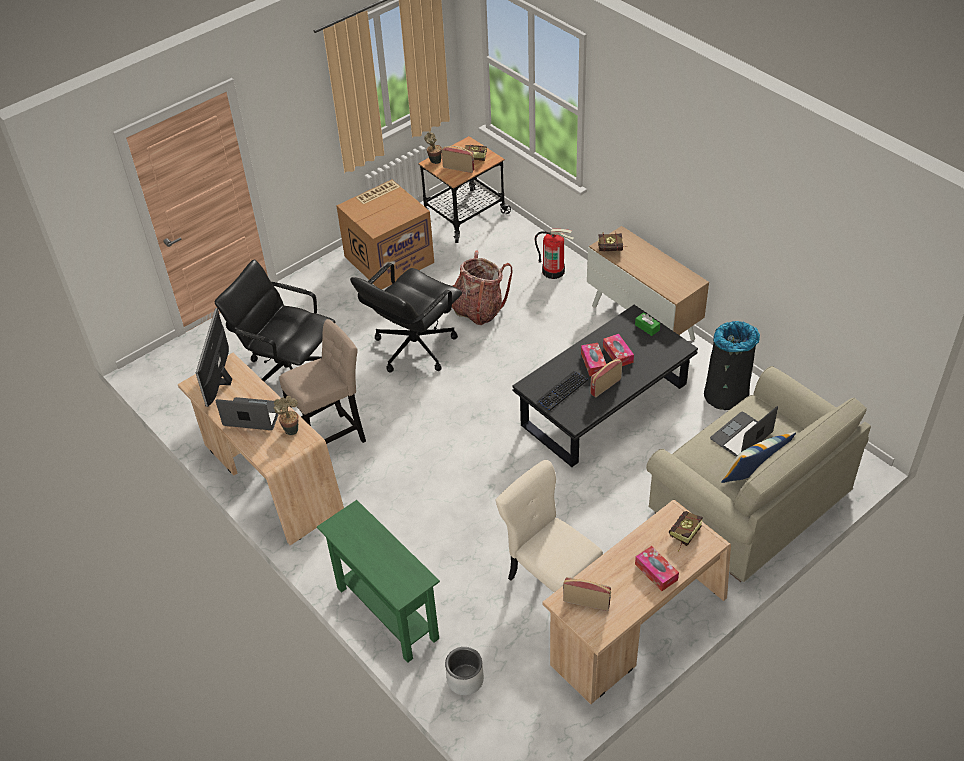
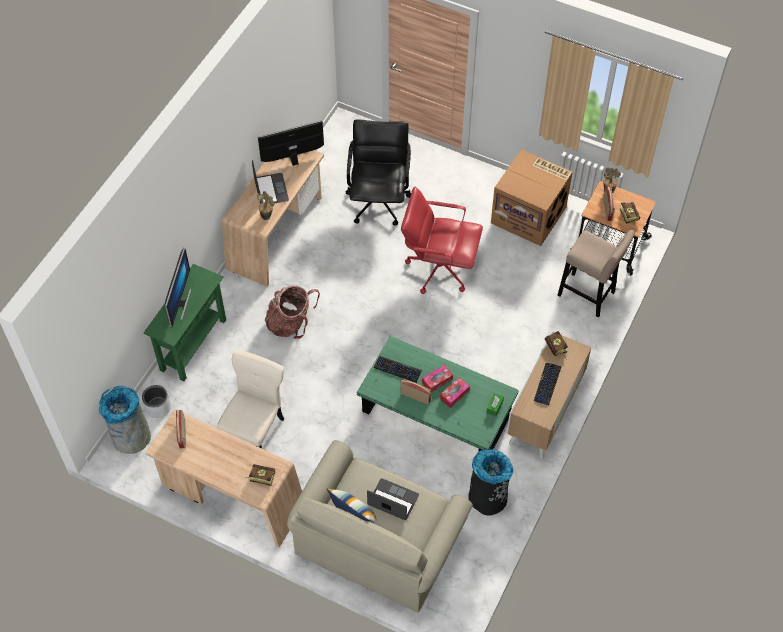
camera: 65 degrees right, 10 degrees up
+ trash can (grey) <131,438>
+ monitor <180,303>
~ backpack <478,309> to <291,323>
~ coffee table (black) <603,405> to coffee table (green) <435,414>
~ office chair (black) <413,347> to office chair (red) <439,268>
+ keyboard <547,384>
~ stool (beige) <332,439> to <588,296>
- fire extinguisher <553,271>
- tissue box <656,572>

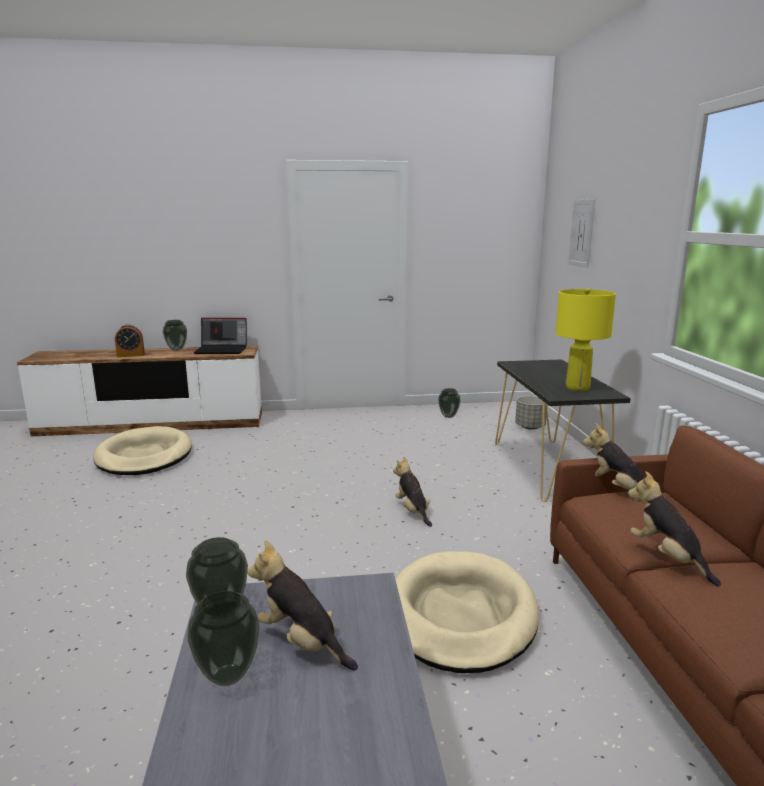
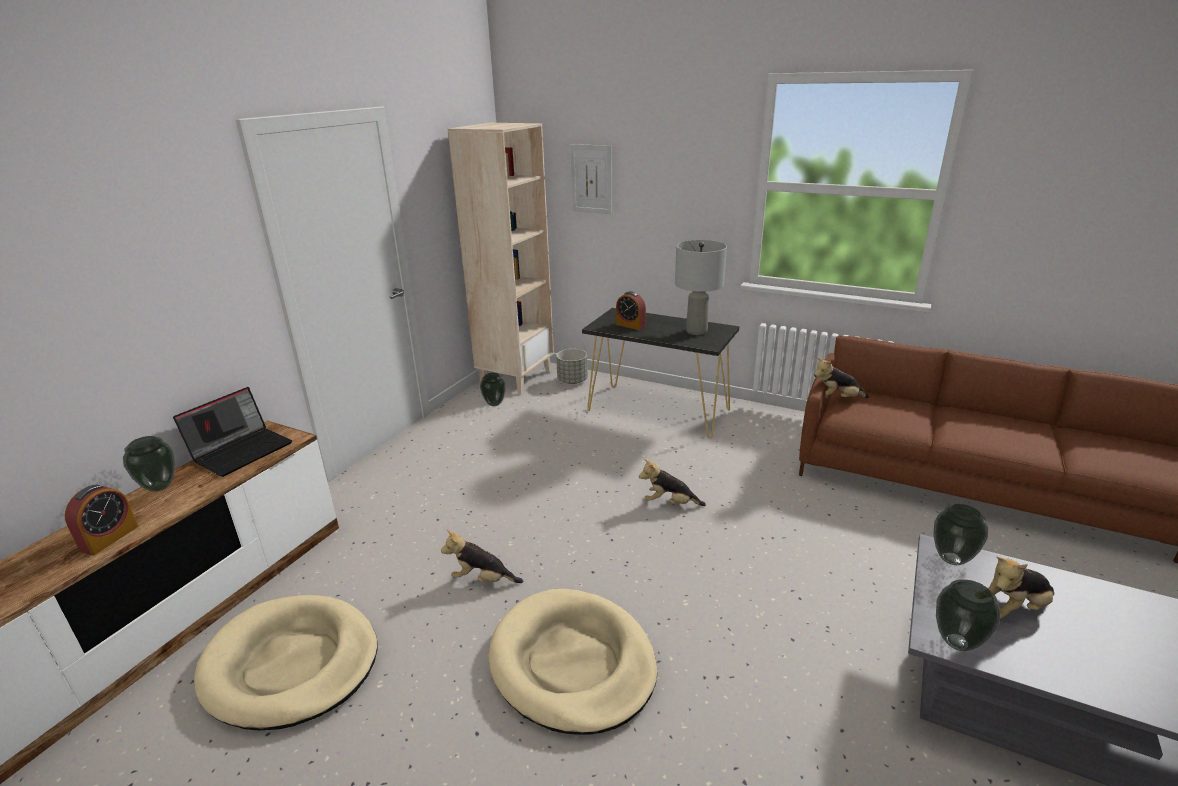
camera: 55 degrees left, 10 degrees up
~ plush toy <667,557> to <482,579>
+ bookcase (beige) <516,378>
~ dog bed (beige) <460,615> to <572,663>
+ alarm clock <630,325>
~ table lamp (yellow) <578,387> to table lamp (grey) <696,331>
~ vase <229,675> to <951,558>

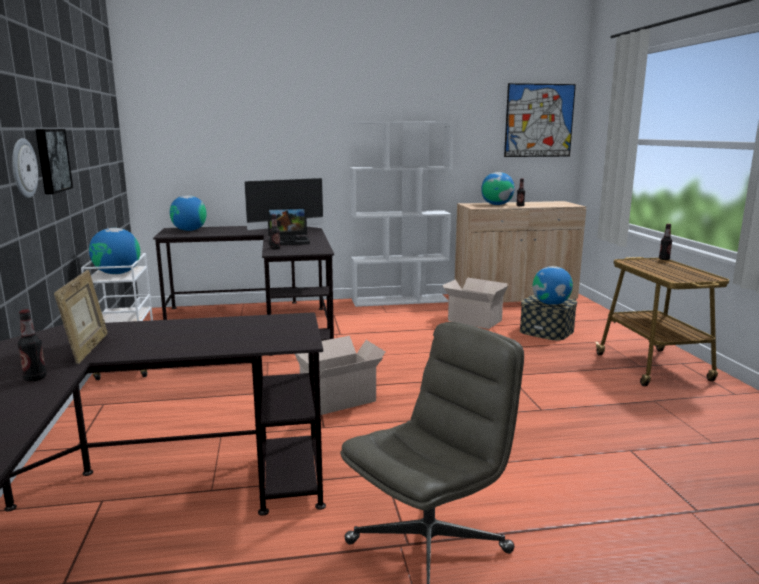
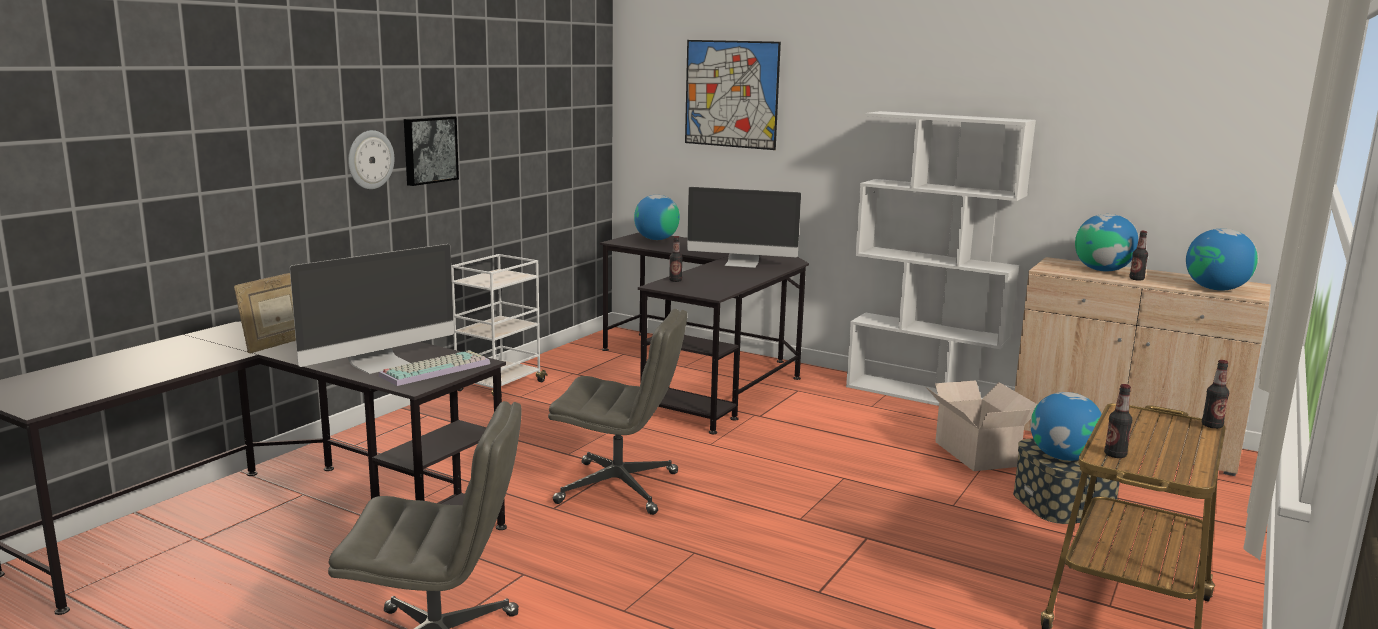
camera: 40 degrees right, 0 degrees up
+ monitor <381,363>
+ keyboard <436,369>
~ cardboard box <340,399> to office chair (grey) <619,488>
~ picture <539,120> to <731,94>
~ bottle <35,378> to <1115,455>
~ globe <117,273> to <1216,289>
- laptop <289,241>

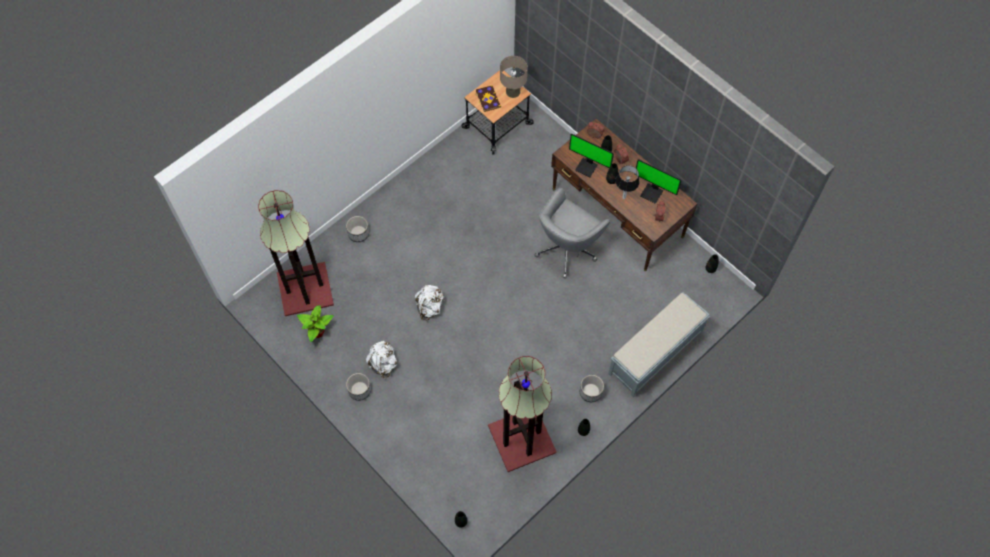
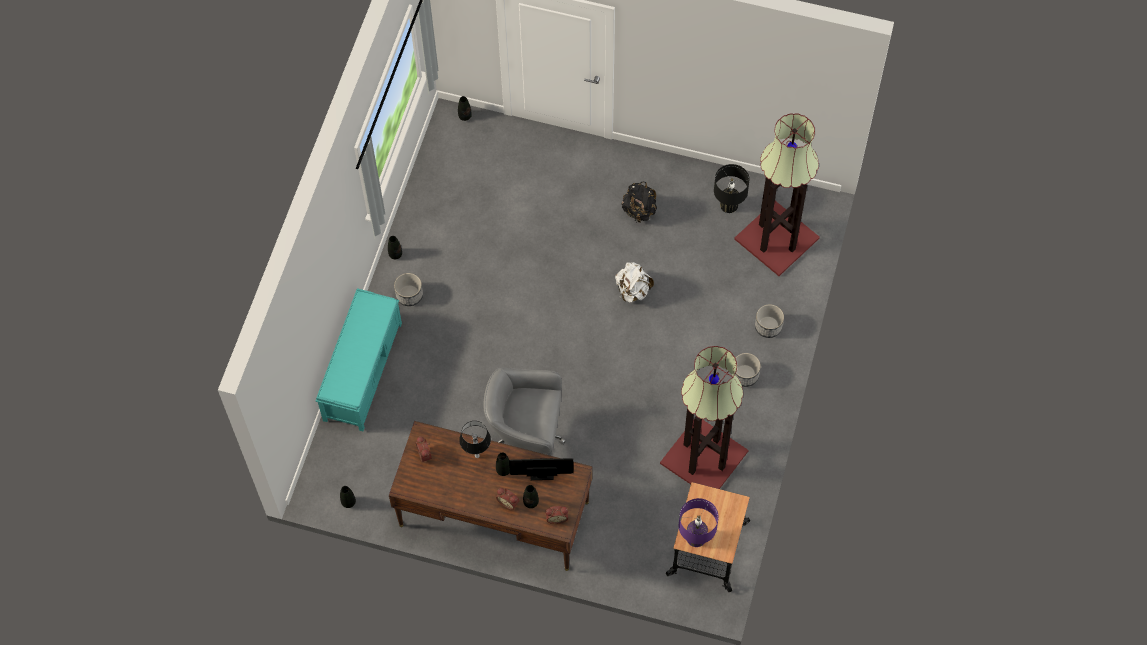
camera: 150 degrees right, 0 degrees up
~ bench (grey) <654,353> to bench (turquoise) <363,370>
~ office chair (grey) <567,248> = <526,437> 90 degrees counterclockwise
~ backpack (white) <383,363> to backpack (black) <639,210>
~ floor lamp <522,438> to <704,458>
~ table lamp (beige) <513,92> to table lamp (purple) <696,537>
~ potted plant <318,332> to table lamp (black) <729,205>
~ planter <359,390> to <744,375>
- book <487,99>
- monitor <652,193>

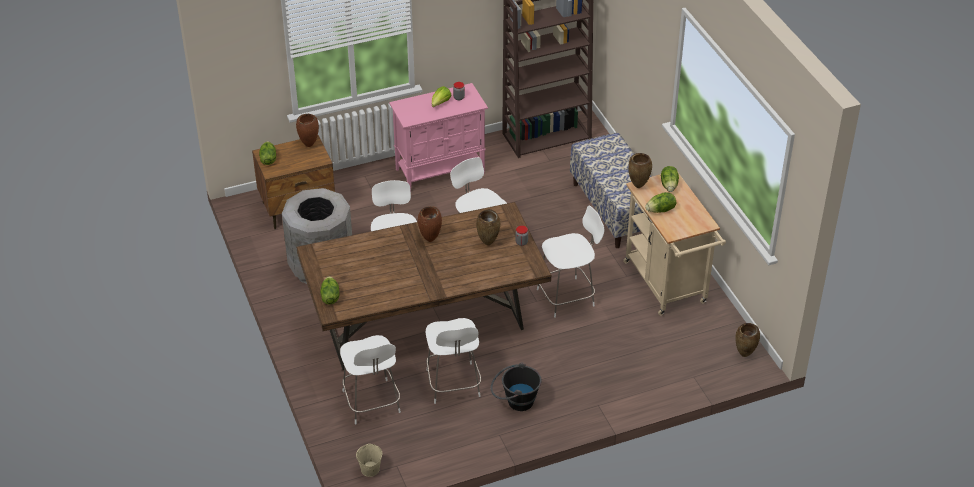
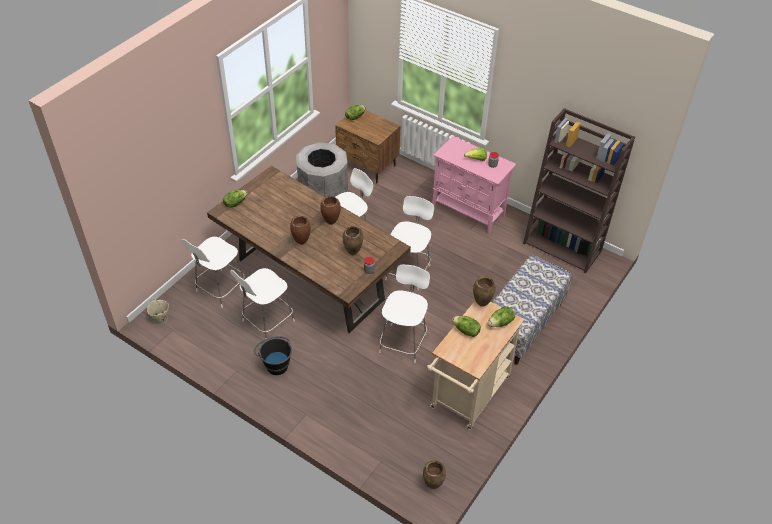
camera: 55 degrees right, 5 degrees up
~ vase (brown) <309,145> to <301,243>
~ chair (white) <567,297> = <403,341> 105 degrees counterclockwise

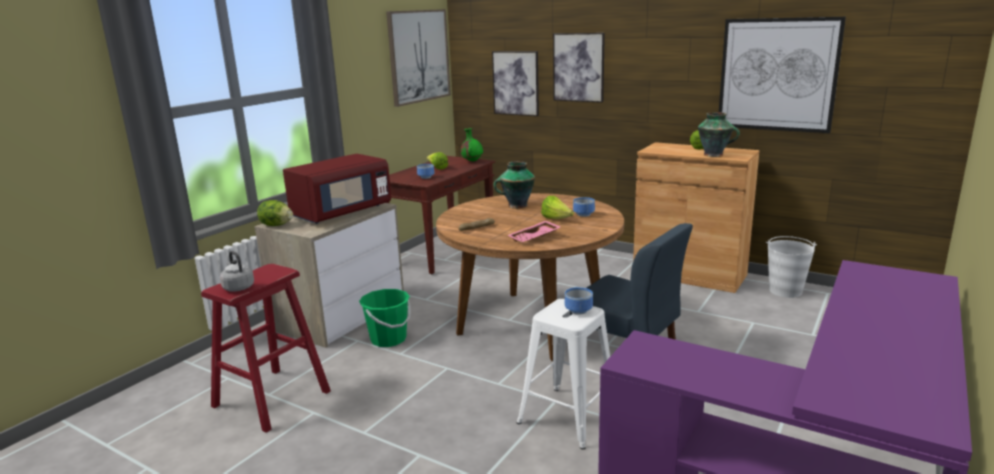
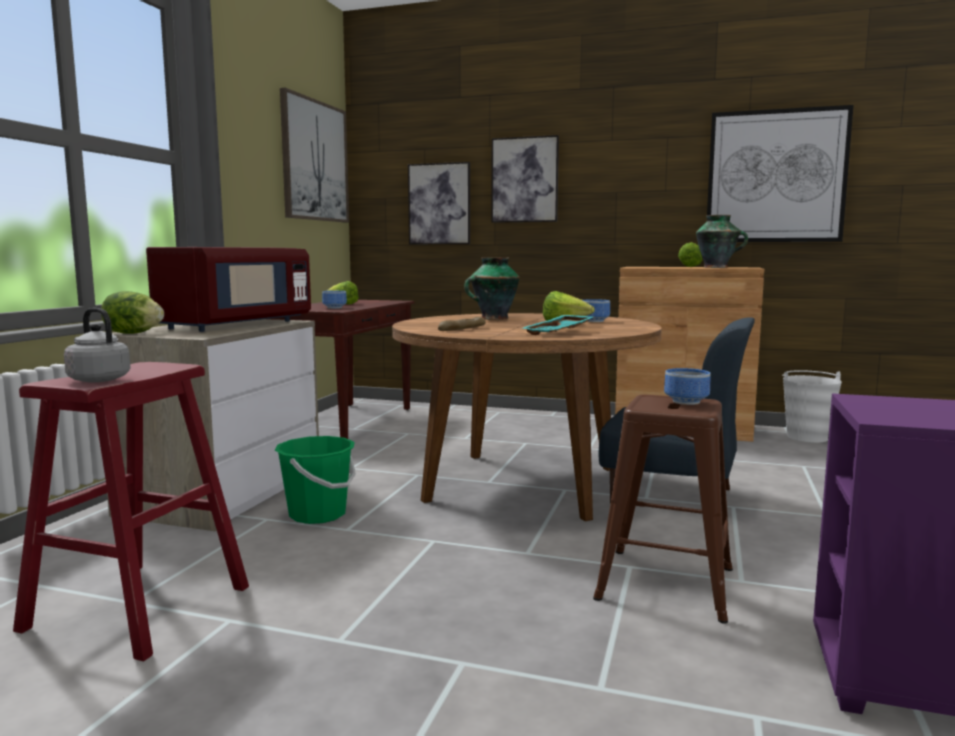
camera: 15 degrees left, 10 degrees down
~ tray (pink) <535,238> to tray (turquoise) <559,333>
~ stool (white) <568,415> to stool (brown) <664,582>
- vase (green) <472,161>

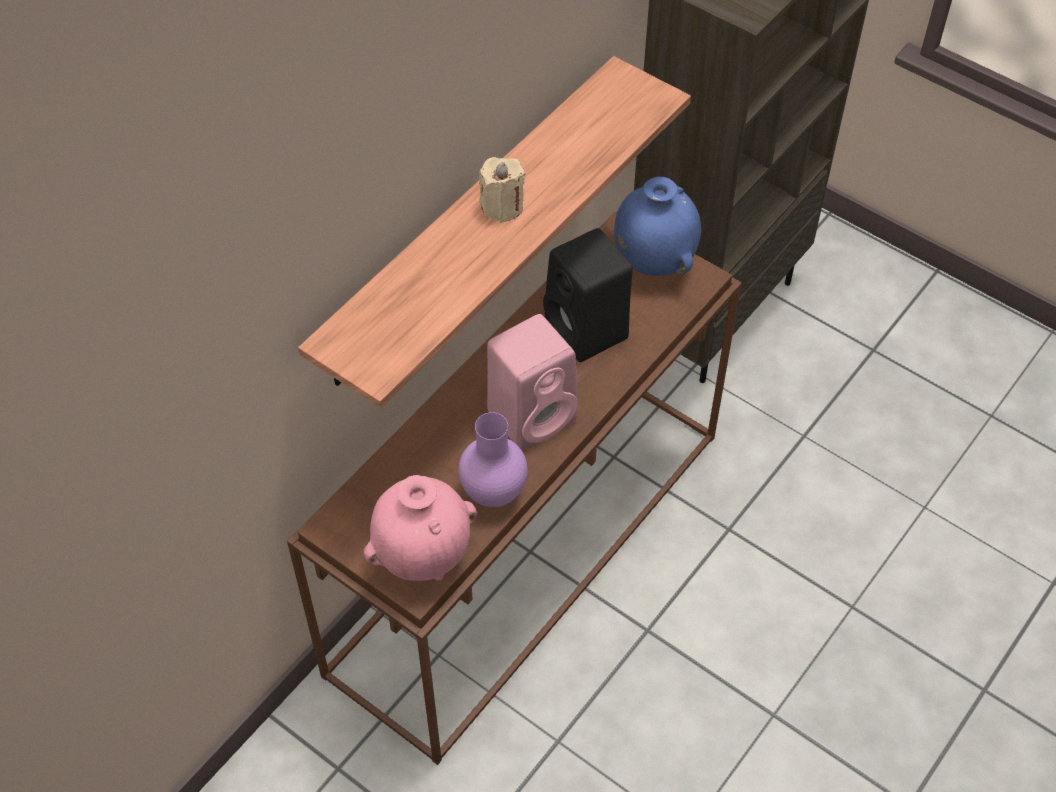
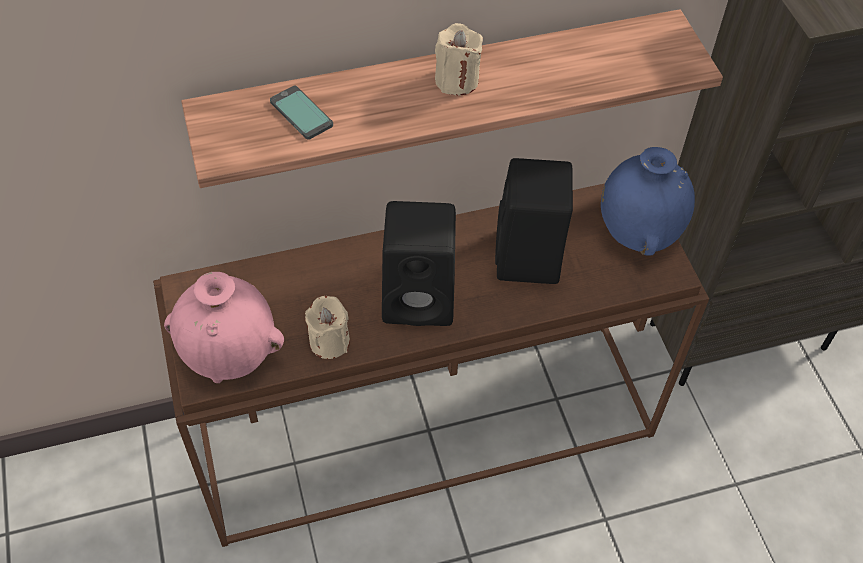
camera: 35 degrees right, 0 degrees up
+ phone <301,114>
~ vase (purple) <492,493> to candle (beige) <329,342>
~ speaker (pink) <533,414> to speaker (black) <421,299>

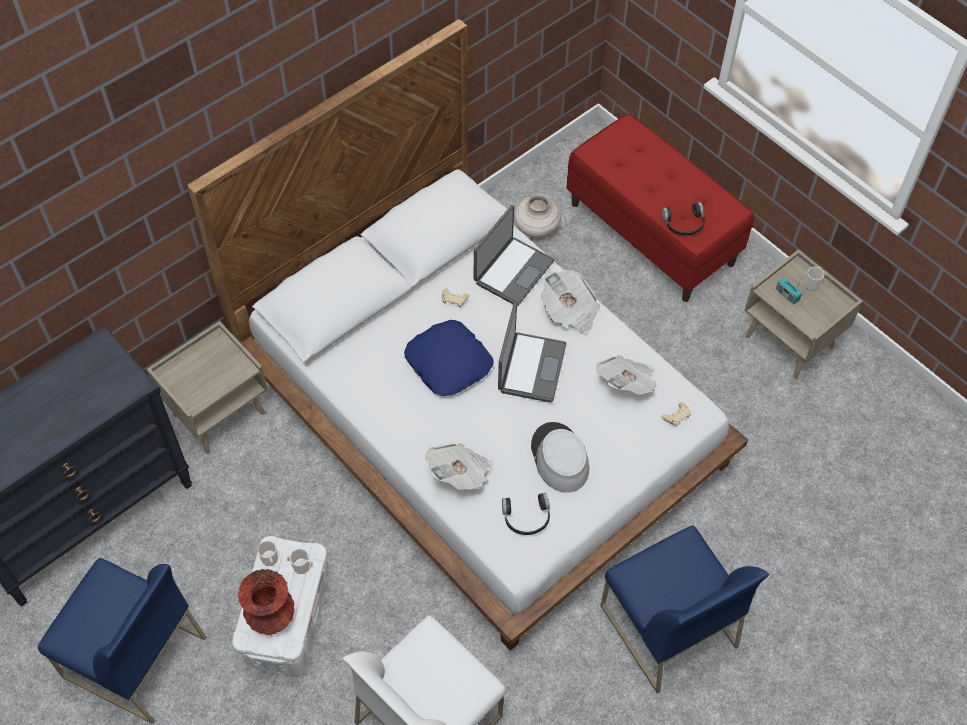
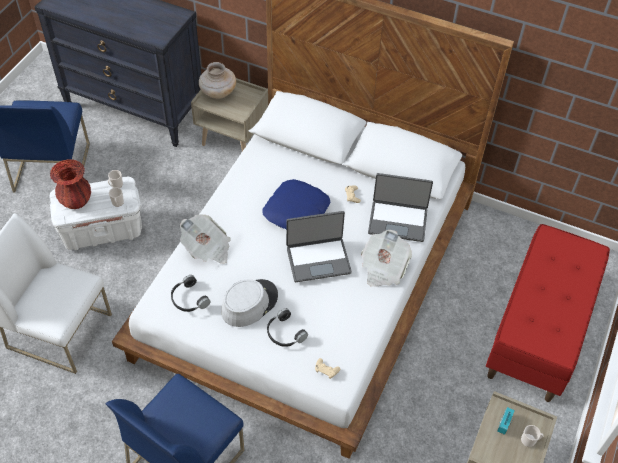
camera: 65 degrees right, 5 degrees down
~ vase (beige) <536,228> to <218,93>
~ headphones (black) <684,224> to <284,333>
- newspaper <627,383>

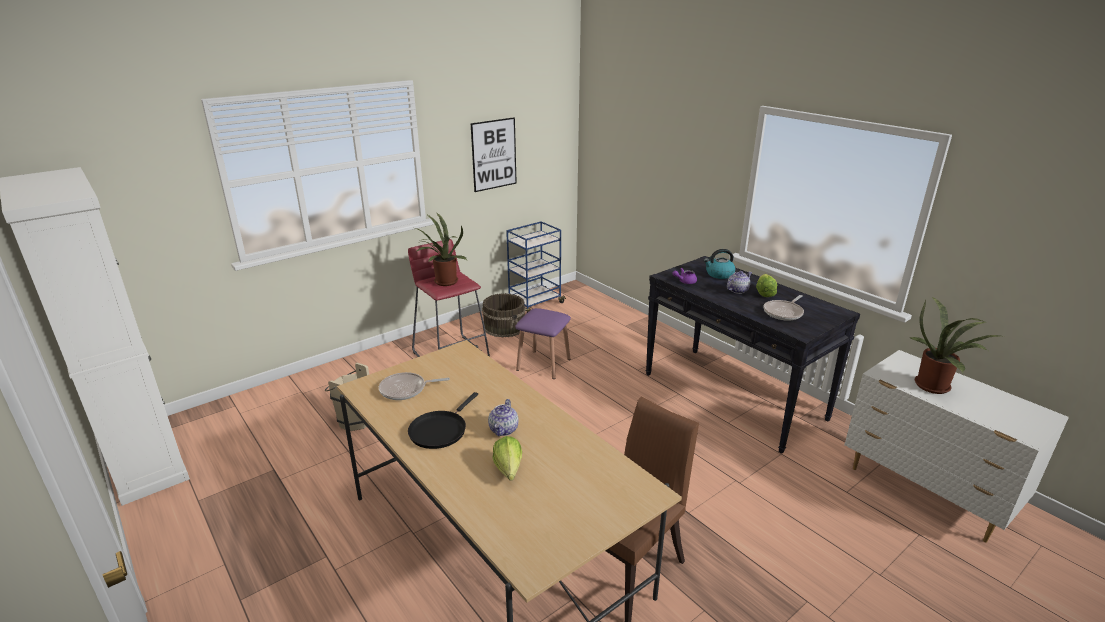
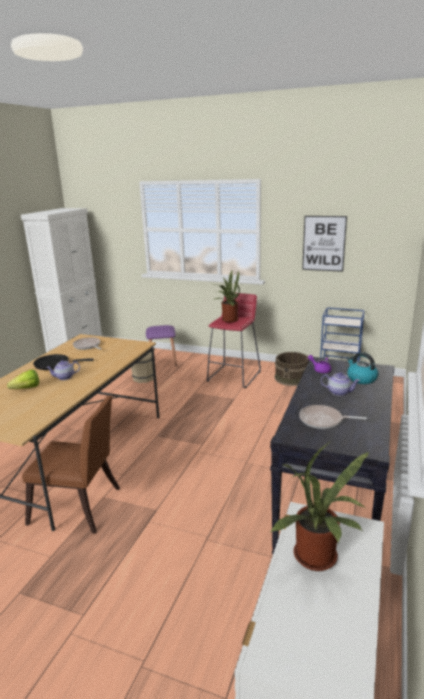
camera: 60 degrees right, 5 degrees down
~ stool (purple) <543,364> to <162,361>
- lettuce <765,292>

